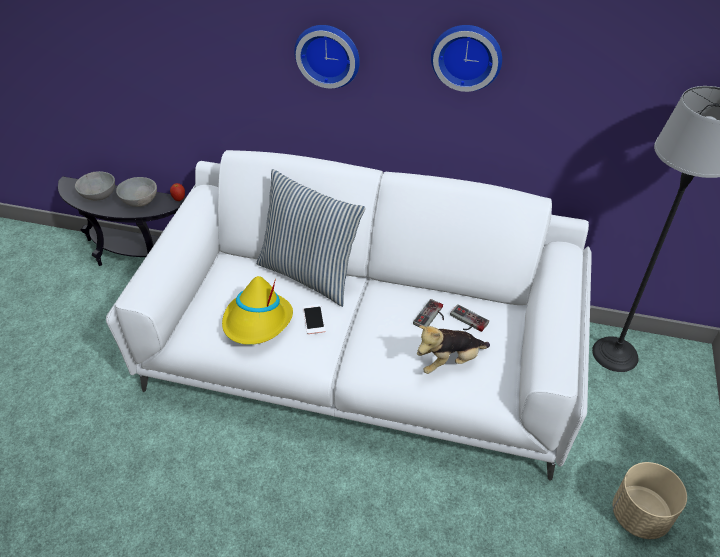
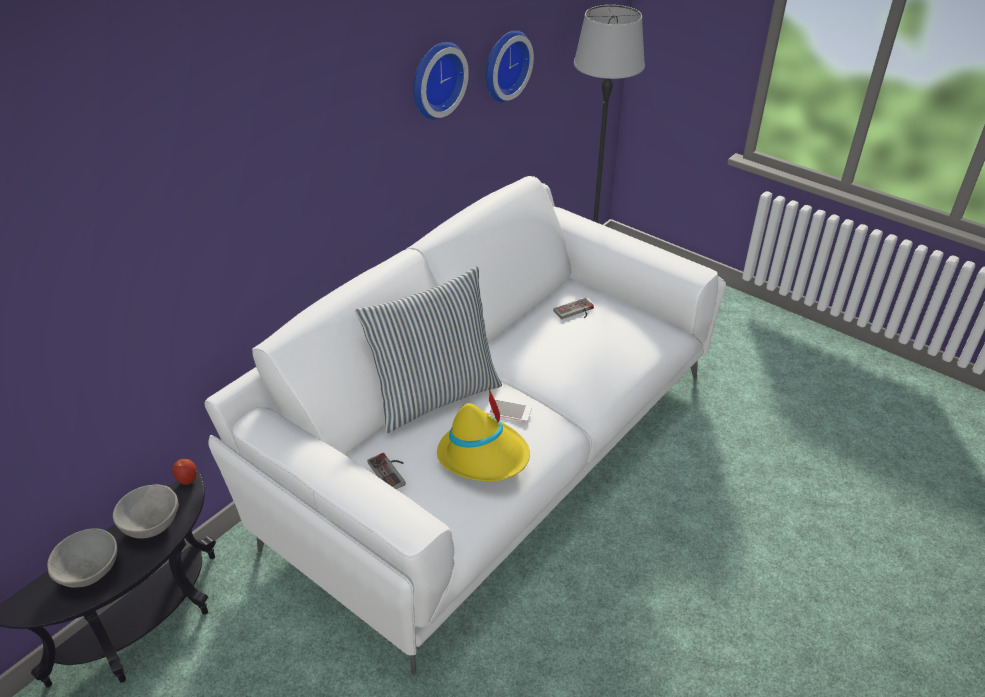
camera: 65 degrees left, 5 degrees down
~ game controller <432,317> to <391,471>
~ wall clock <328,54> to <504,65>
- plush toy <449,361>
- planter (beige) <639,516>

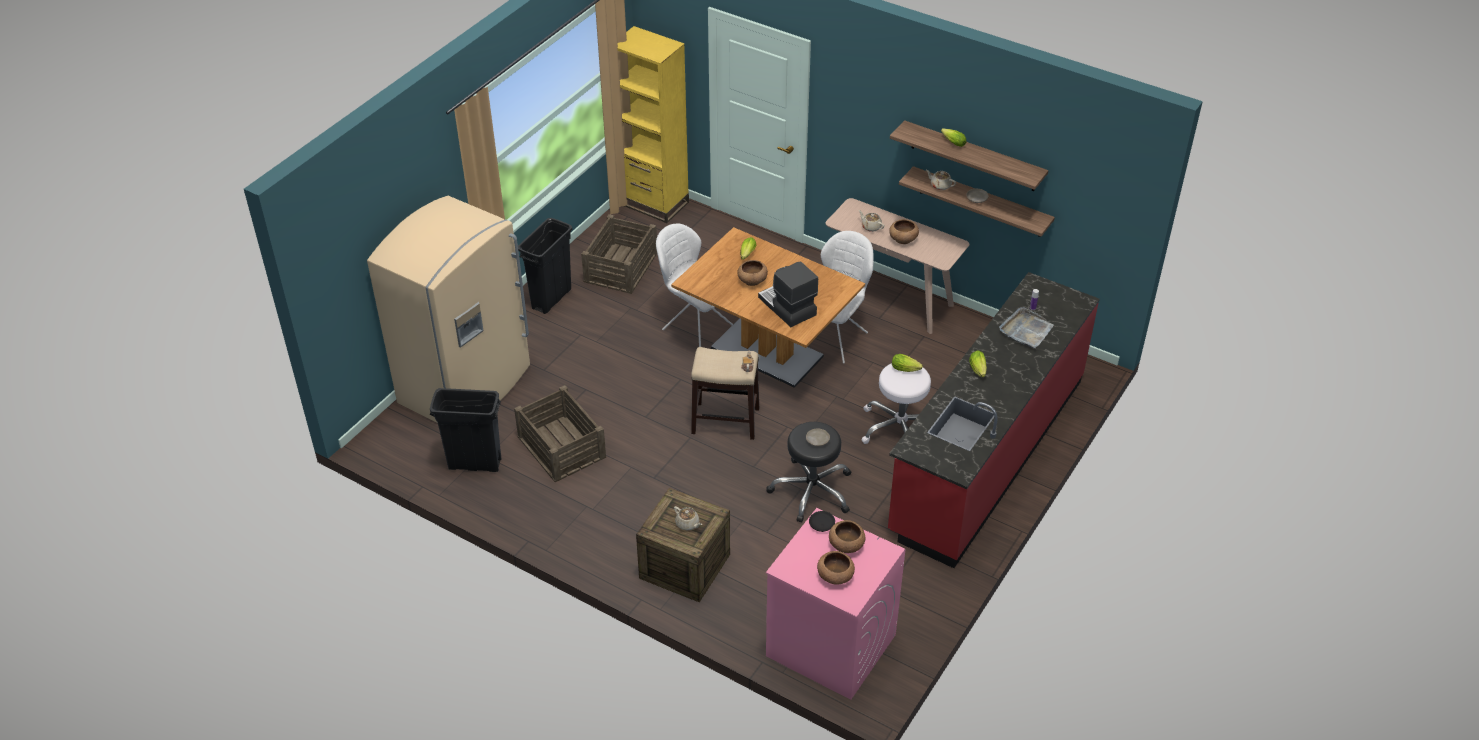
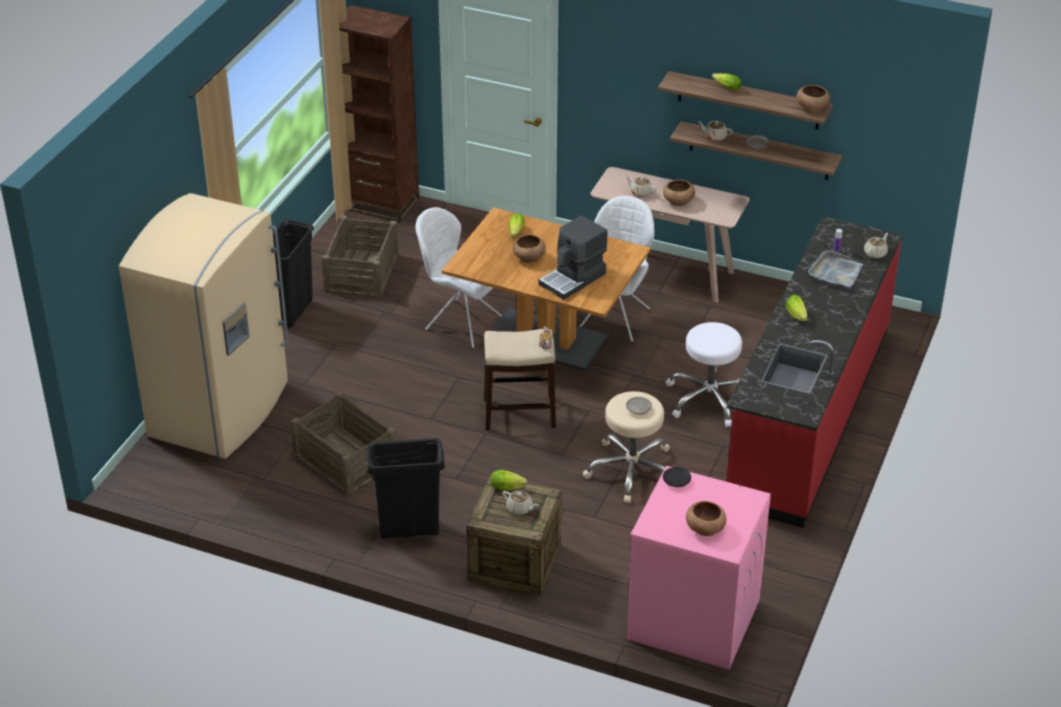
camera: 10 degrees left, 5 degrees down
~ bookcase (yellow) <654,203> to bookcase (brown) <381,204>
~ trash can (black) <474,464> to <408,529>
~ lettuce <906,369> to <509,487>
~ coffee machine <787,307> = <573,279> 90 degrees counterclockwise
~ stool (black) <811,491> to stool (beige) <631,471>
~ bowl (brown) <846,545> to <812,107>
+ teapot (beige) <875,253>

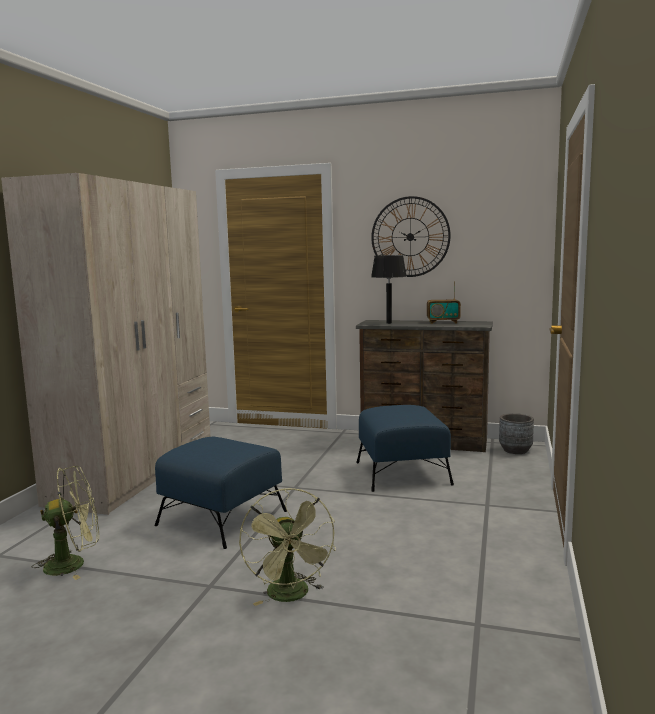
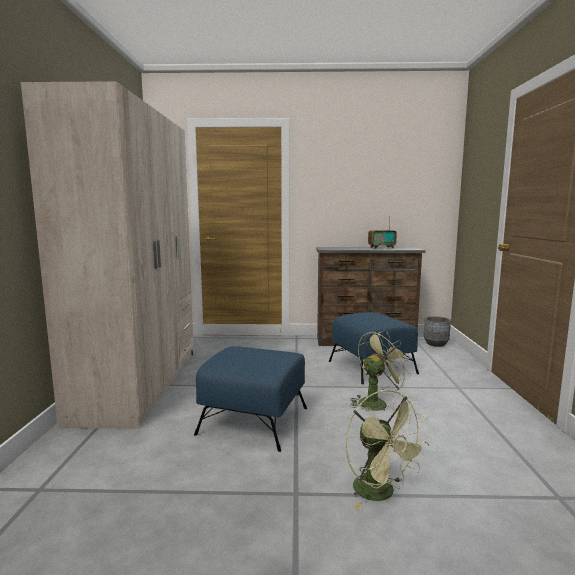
camera: 15 degrees left, 0 degrees up
~ fan (green) <74,564> to <376,402>
- wall clock <410,237>
- table lamp (black) <388,323>

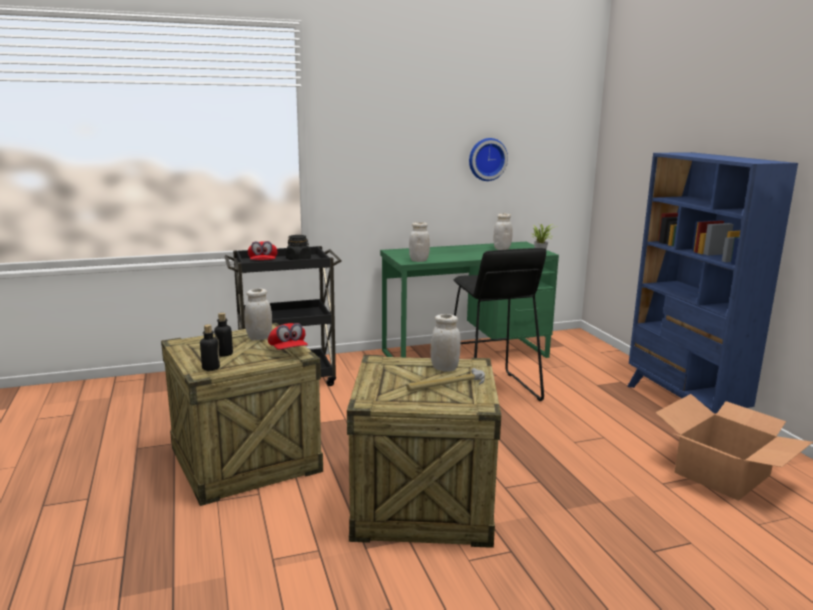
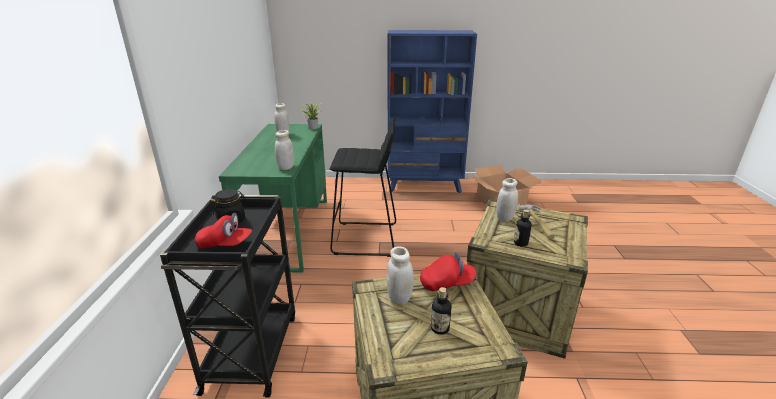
camera: 70 degrees left, 10 degrees up
~ bottle <211,368> to <520,243>
- wall clock <486,159>

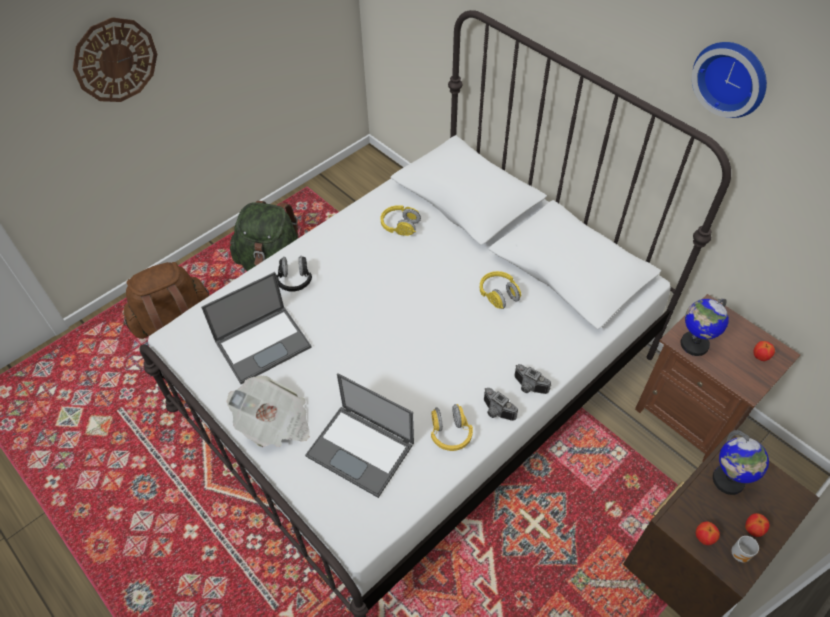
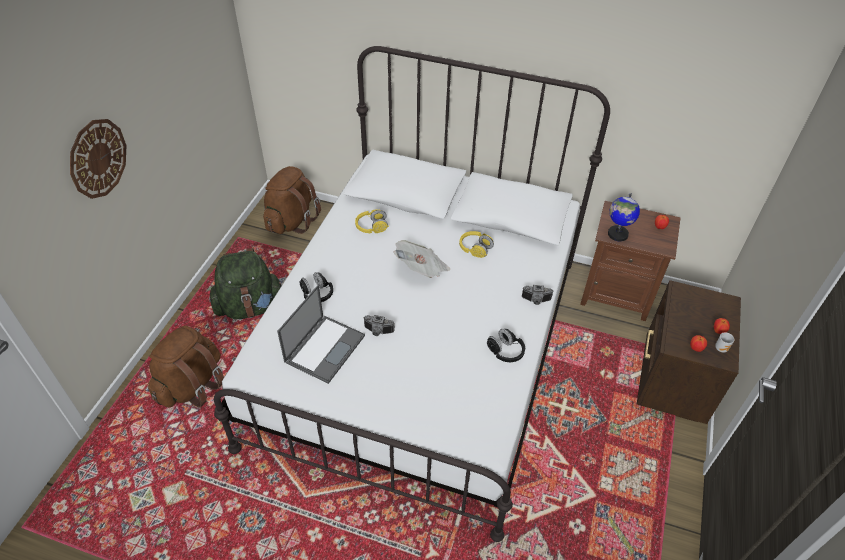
camera: 30 degrees left, 5 degrees down
+ backpack (brown) <291,221>
~ photo camera <496,412> to <378,332>
~ newspaper <275,423> to <422,269>
~ headphones (yellow) <450,433> to headphones (black) <505,351>
- laptop <361,450>
- wall clock <732,77>
- globe <728,480>

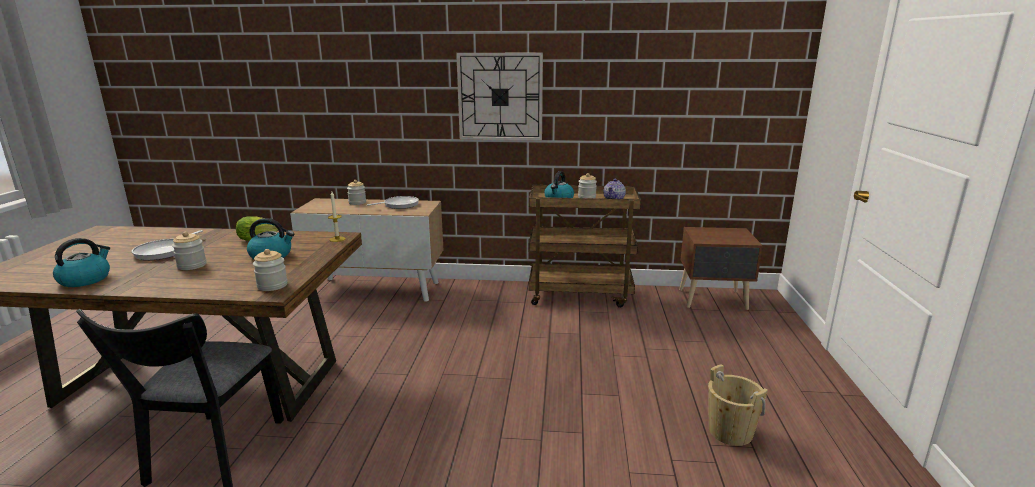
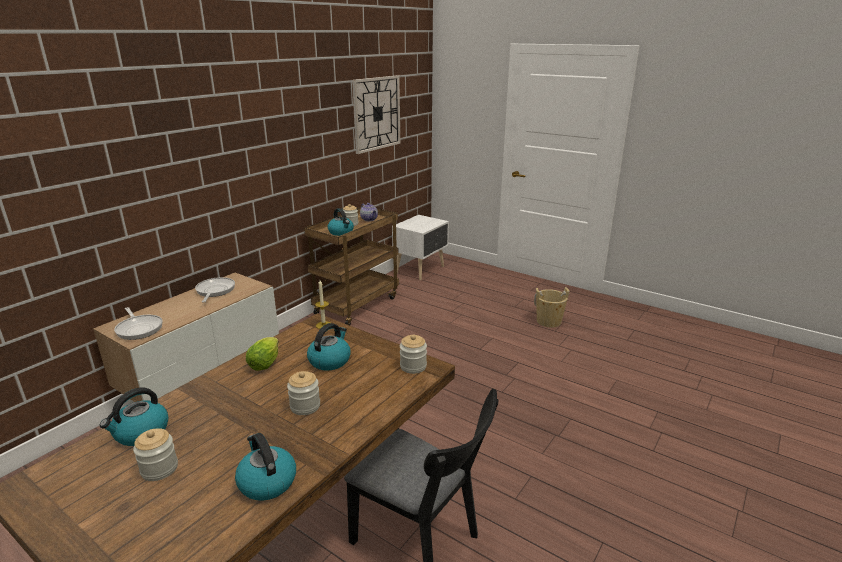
camera: 60 degrees left, 5 degrees up
+ kettle <141,433>
~ frying pan <165,251> to <139,328>
~ jar <357,202> to <159,469>
~ wall clock <500,97> to <376,113>
~ nightstand (brown) <714,300> to nightstand (white) <421,270>

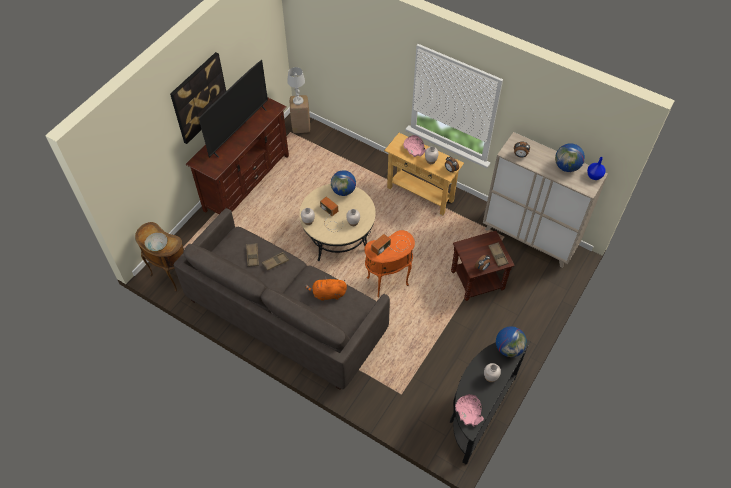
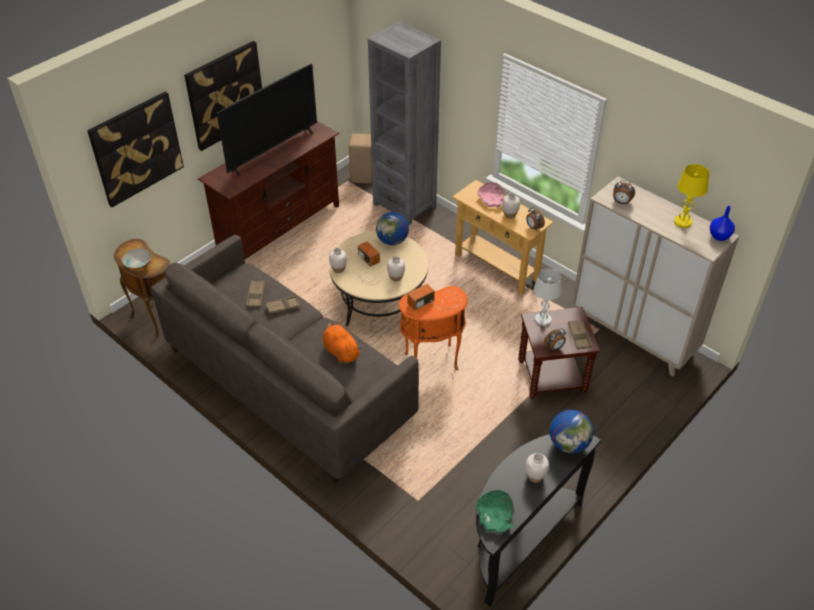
camera: 10 degrees right, 10 degrees down
+ picture <136,148>
~ plush toy (orange) <327,294> = <340,351> 45 degrees clockwise
+ bookcase (grey) <404,205>
~ bowl (pink) <469,412> to bowl (green) <495,516>
~ table lamp (white) <298,101> to <543,319>
~ globe <566,167> to table lamp (yellow) <683,222>

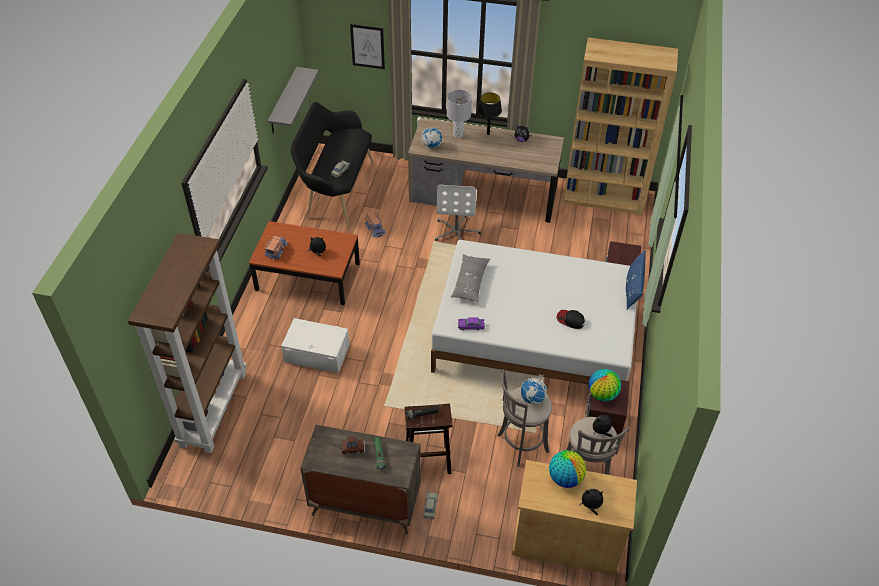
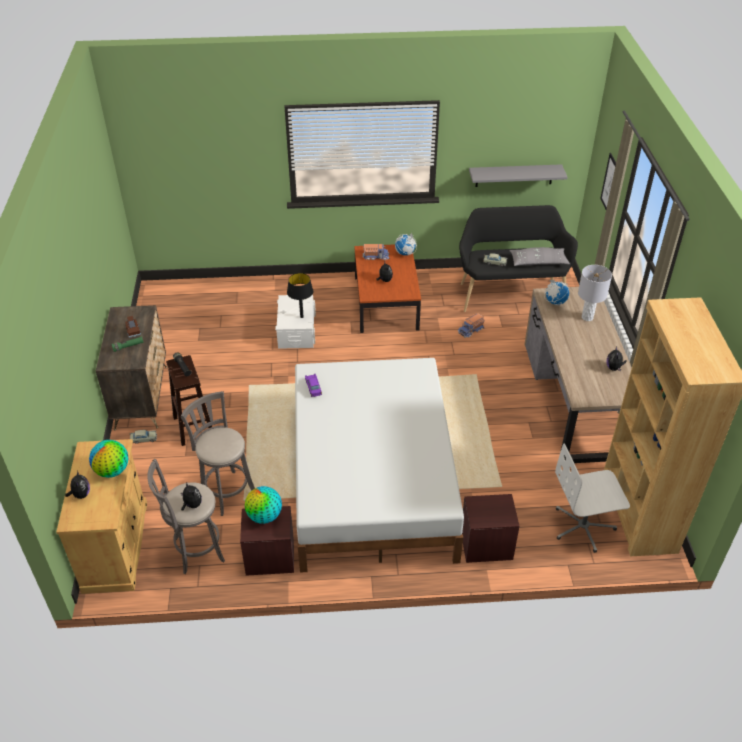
camera: 75 degrees right, 5 degrees down
~ table lamp (black) <488,133> to <302,317>
~ globe <533,398> to <405,253>
~ pillow (grey) <470,282> to <538,262>
~ office chair (white) <456,232> to <583,527>
- bookcase (brown) <213,408>
- cap <570,320>
- pillow (blue) <633,288>

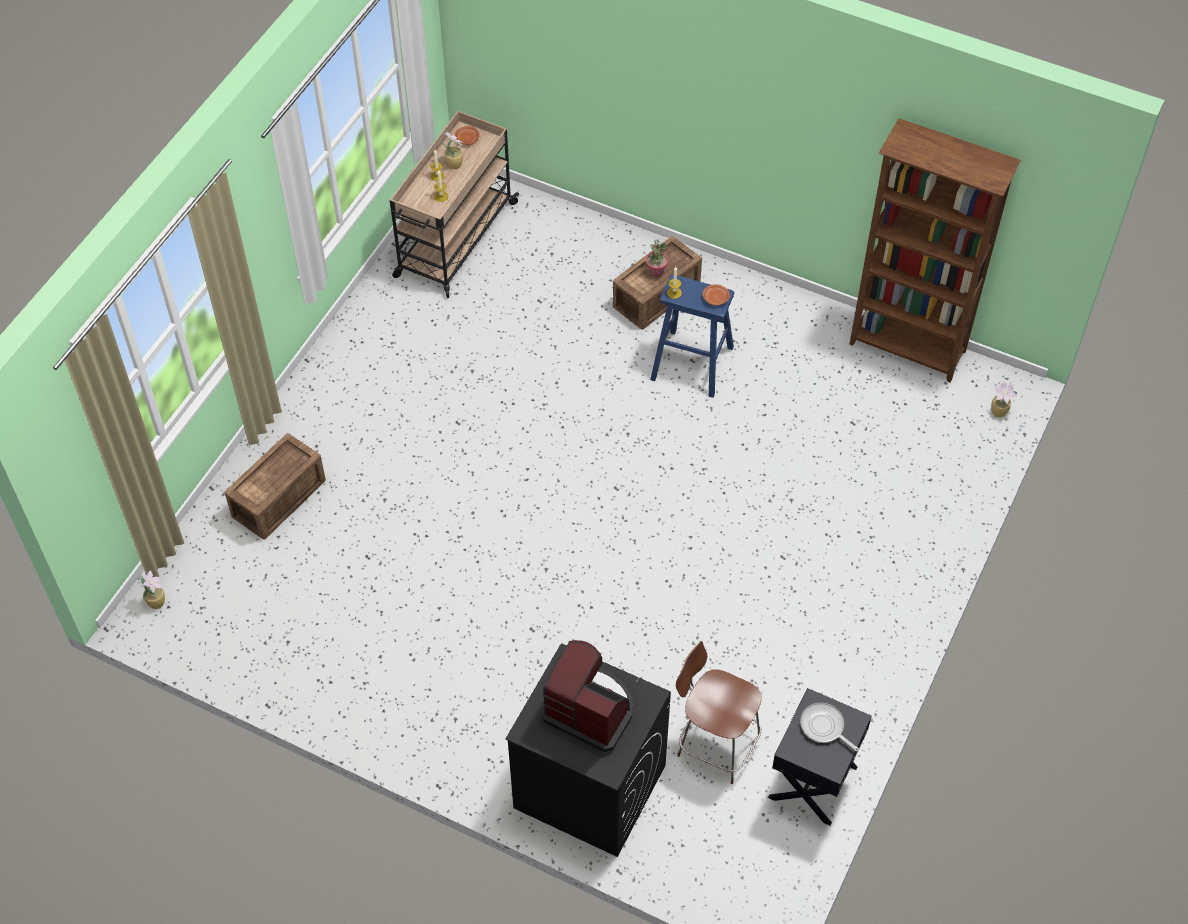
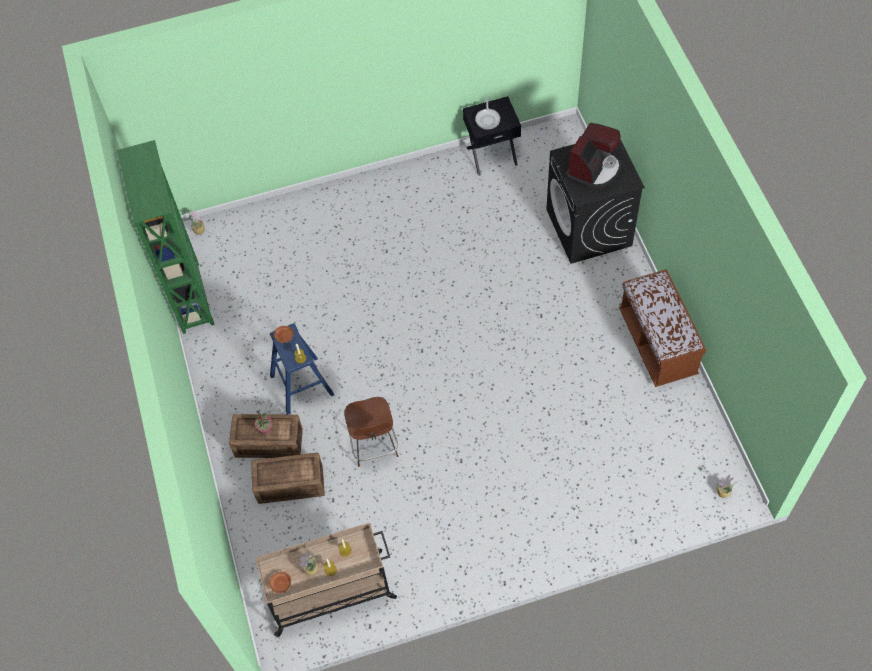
camera: 130 degrees left, 5 degrees up
~ bookcase (brown) <908,349> to bookcase (green) <191,297>
~ crate <281,498> to <289,484>
~ stool (brown) <716,743> to <374,445>
~ coffee machine <590,710> = <594,169> 135 degrees counterclockwise
+ bench (brown) <657,343>

